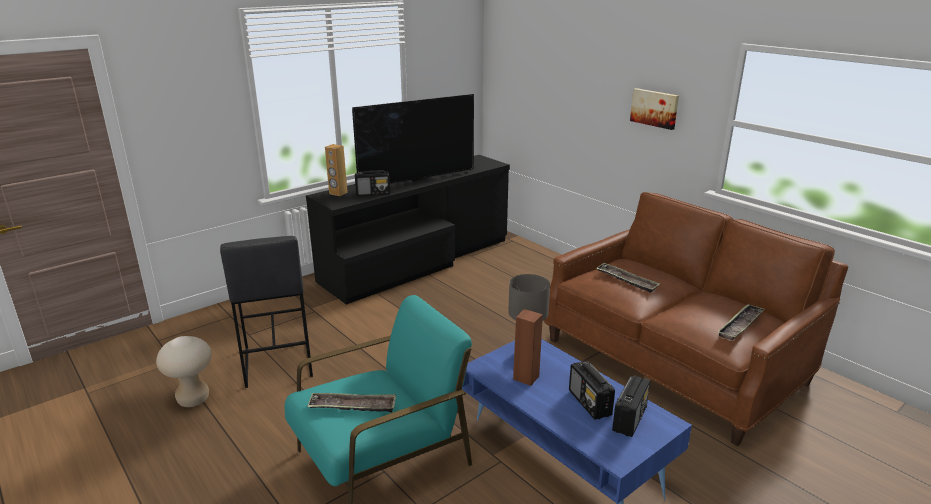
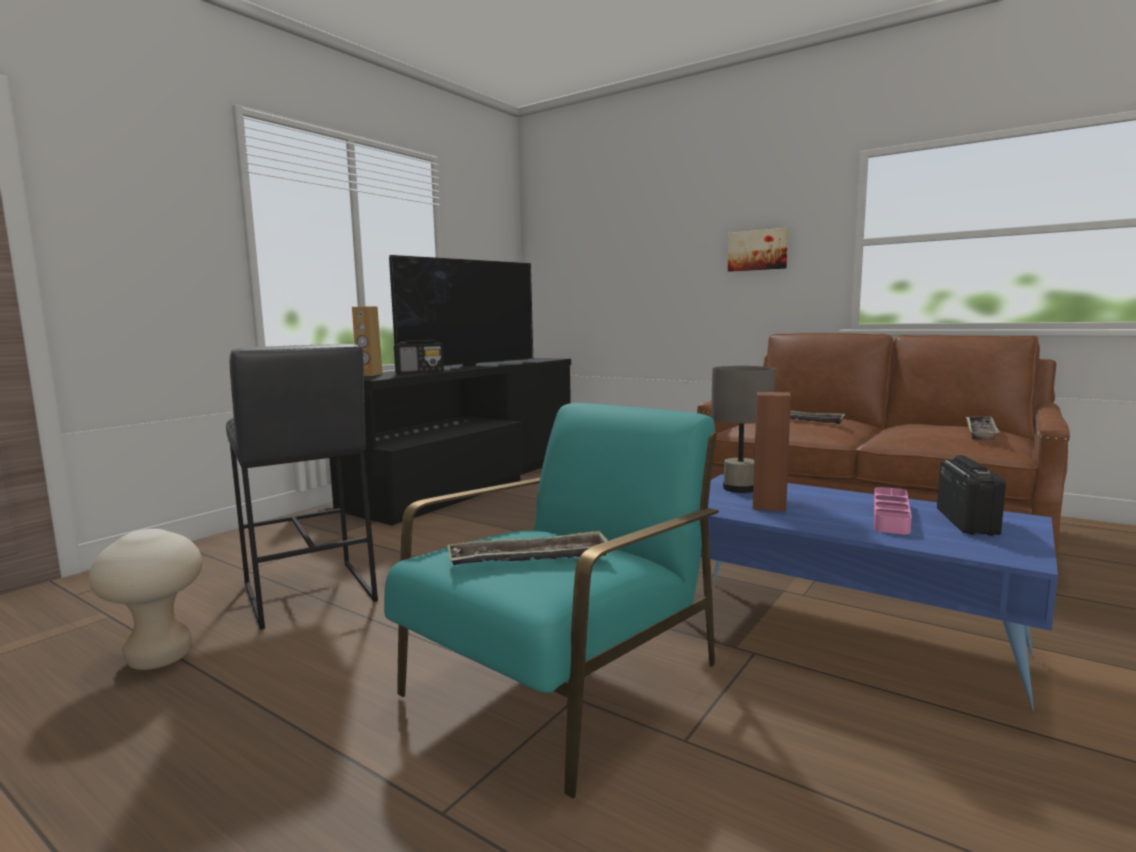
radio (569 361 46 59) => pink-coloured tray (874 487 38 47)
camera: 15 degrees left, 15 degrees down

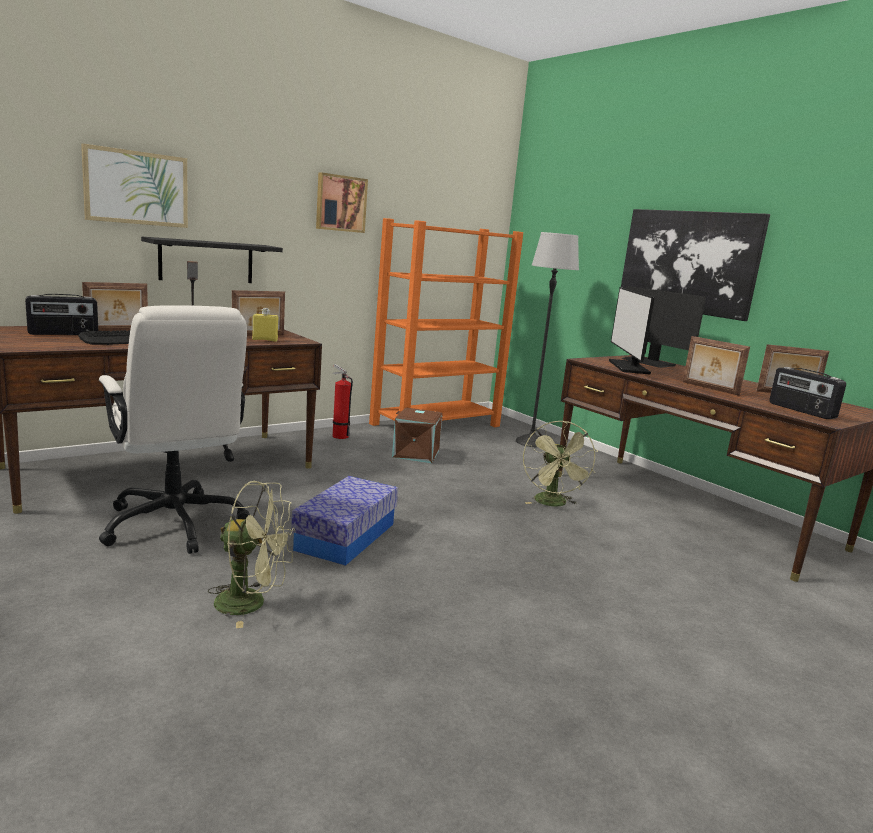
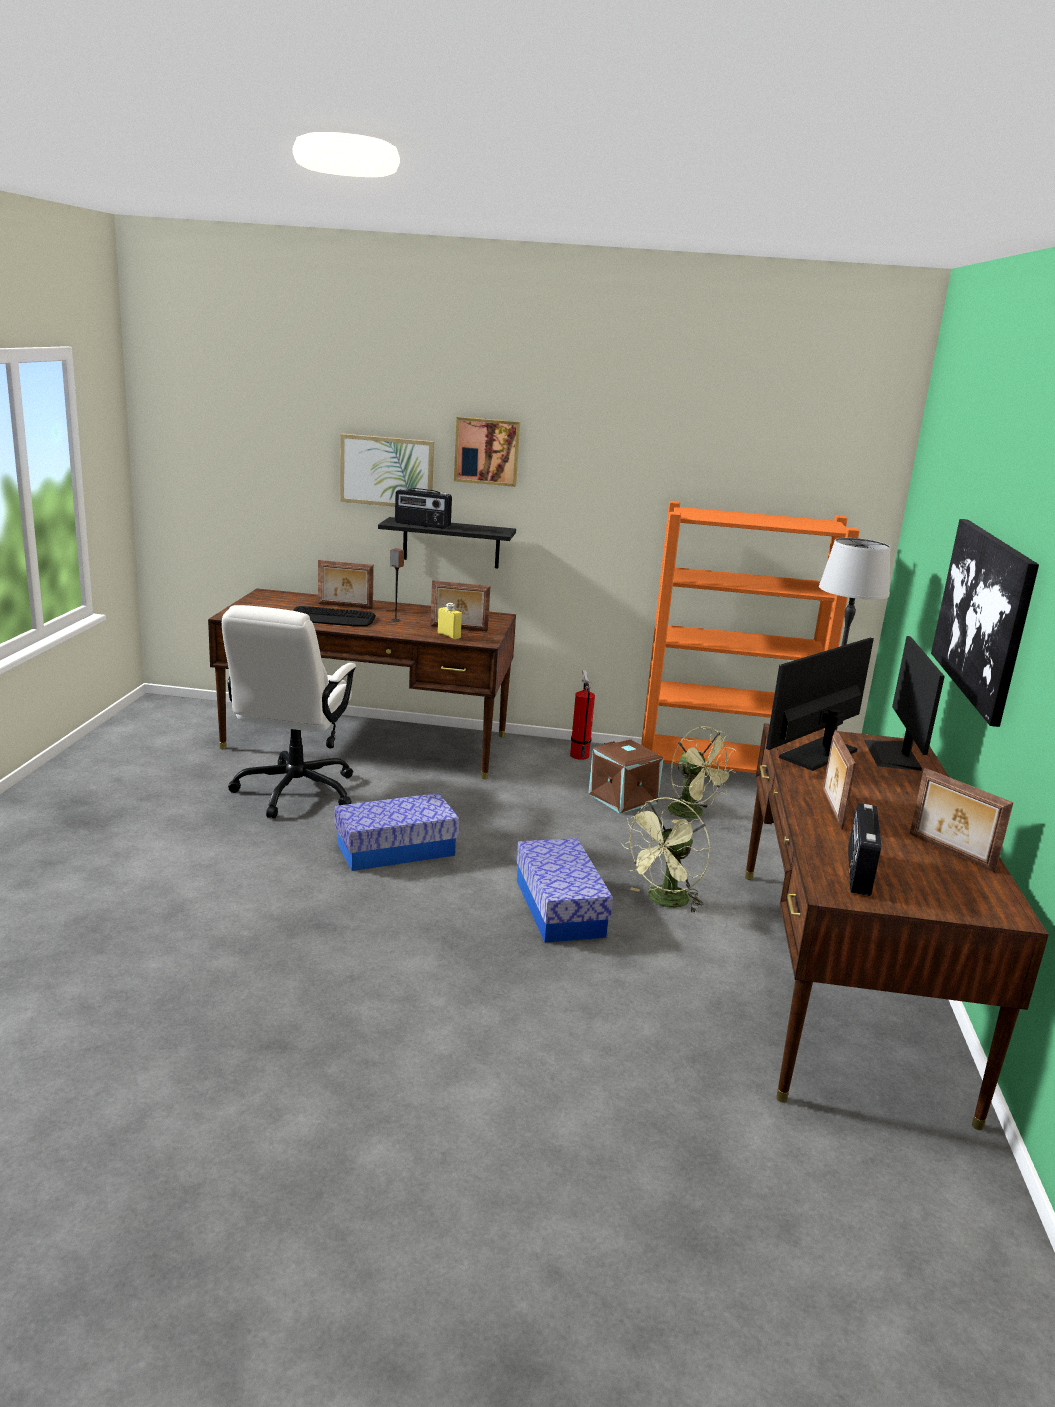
radio (25 294 73 41) => radio (395 488 57 41), move
green electric fan (208 481 87 147) => green electric fan (668 726 68 97), move
wall picture (316 172 52 61) => wall picture (454 417 66 70), move
nothing => storage box (516 838 97 105)
camera: 45 degrees right, 5 degrees up

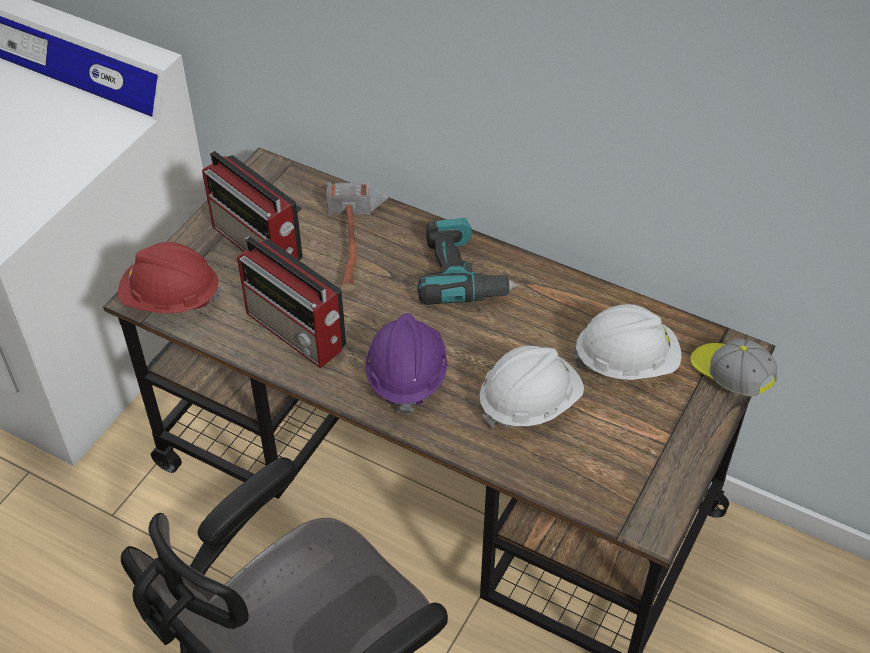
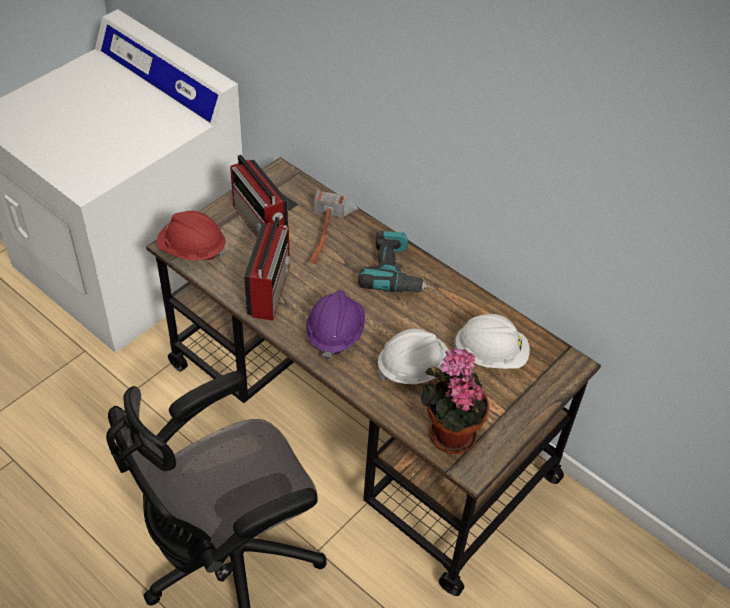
radio (237 236 109 132) => radio (244 216 46 105), 135 degrees counterclockwise
cap (691 339 86 58) => nothing
nothing => potted plant (421 347 69 107)
camera: 10 degrees right, 0 degrees up

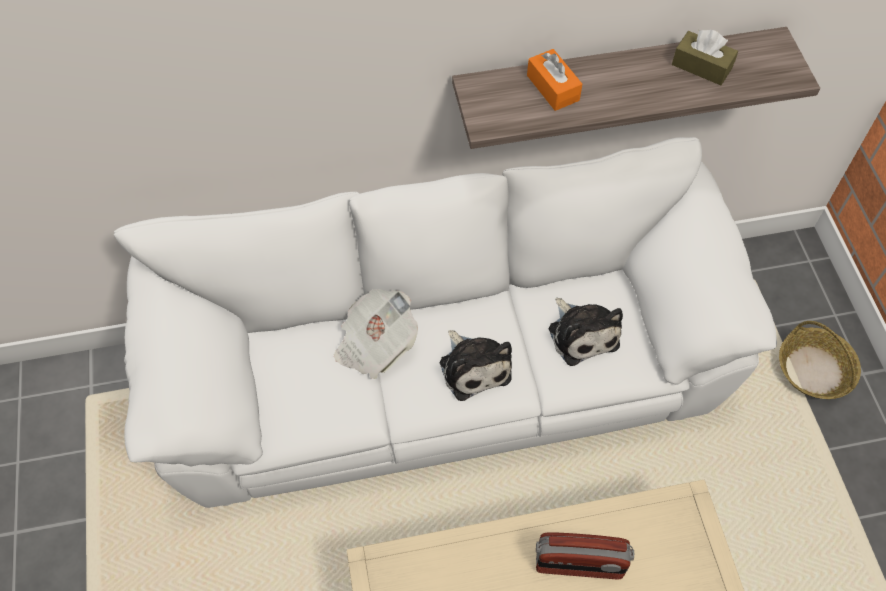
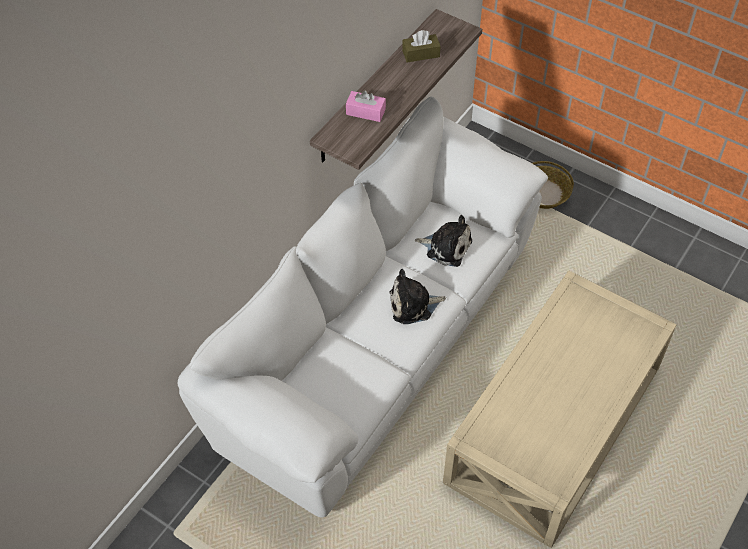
printed paper (334 289 84 90) => nothing
cuddly toy (440 330 72 71) => cuddly toy (390 269 56 55), 150 degrees clockwise
orange-coloured tissue holder (527 49 55 62) => pink-coloured tissue holder (346 91 40 31)
radio (536 532 98 48) => nothing
camera: 45 degrees left, 5 degrees down

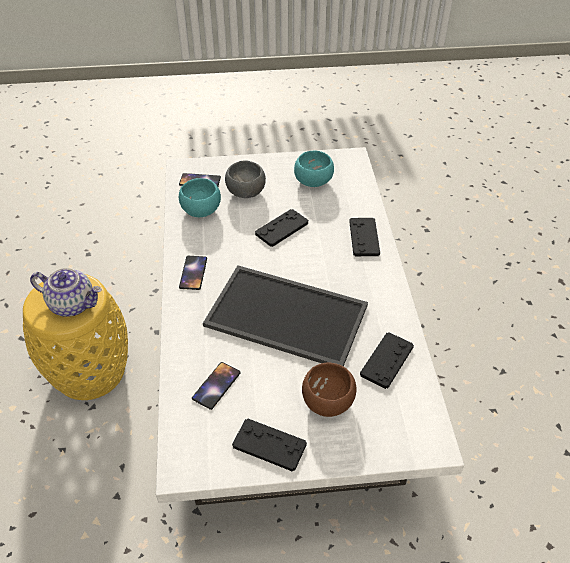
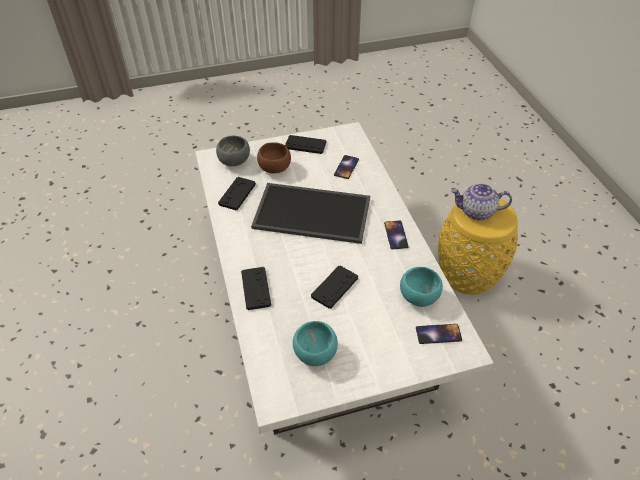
greyish deep dish (225 160 41 38) => greyish deep dish (216 136 34 30), move
camera: 170 degrees right, 0 degrees up

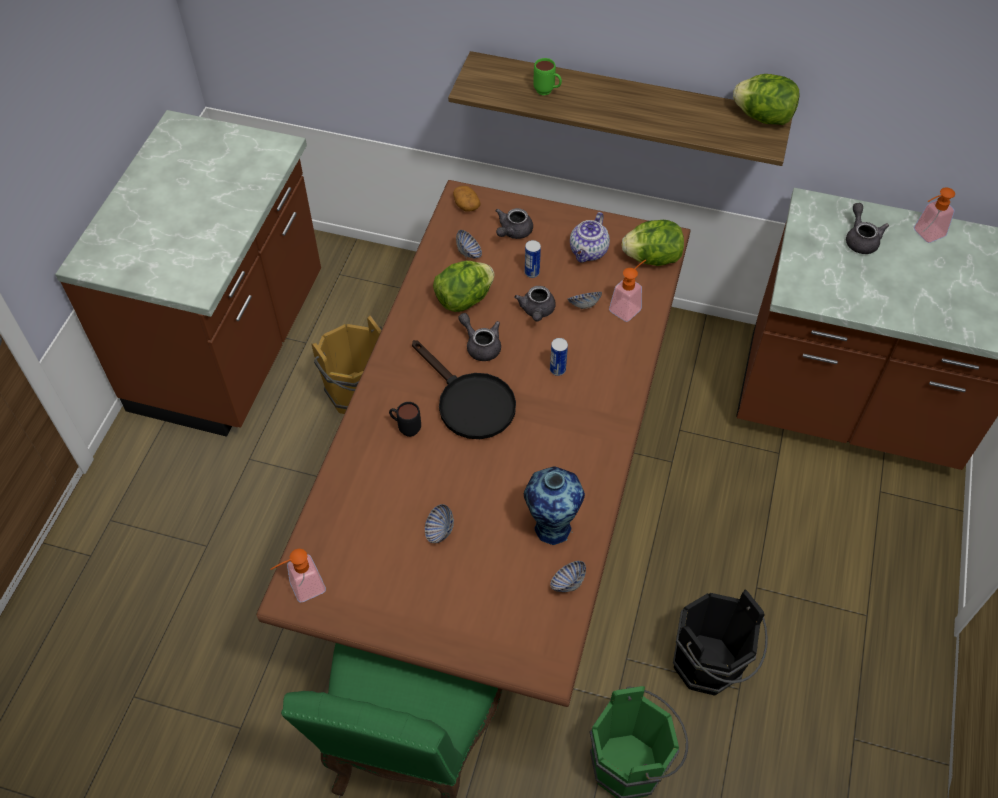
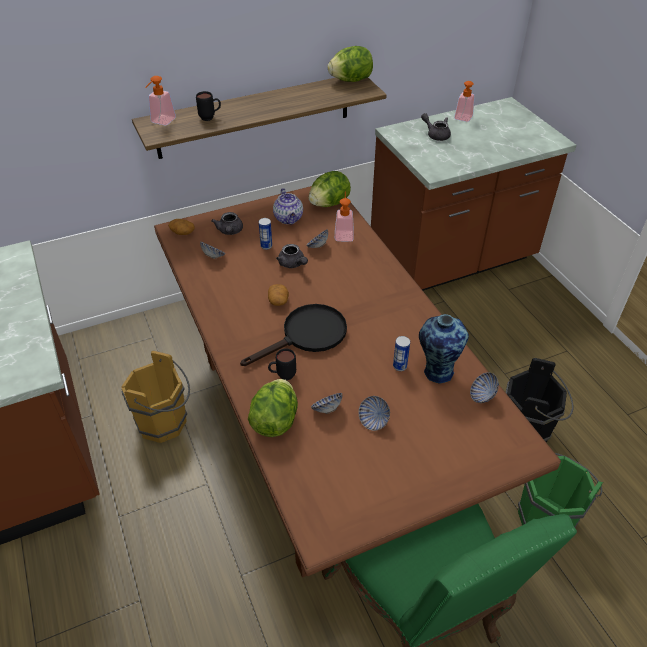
soap dispenser (270 549 56 54) => soap dispenser (145 76 31 49), move
black skillet (412 340 104 99) => black skillet (240 304 107 62), 45 degrees counterclockwise
lettuce head (433 261 62 51) => lettuce head (248 379 50 58), move
greyish teapot (458 313 43 48) => whole potato (268 284 21 22)
green mug (533 58 29 37) => black mug (196 91 25 30)
sealed can (550 338 18 38) => sealed can (393 336 17 35), move
nothing => deep dish (311 393 31 21)
camera: 40 degrees left, 10 degrees down

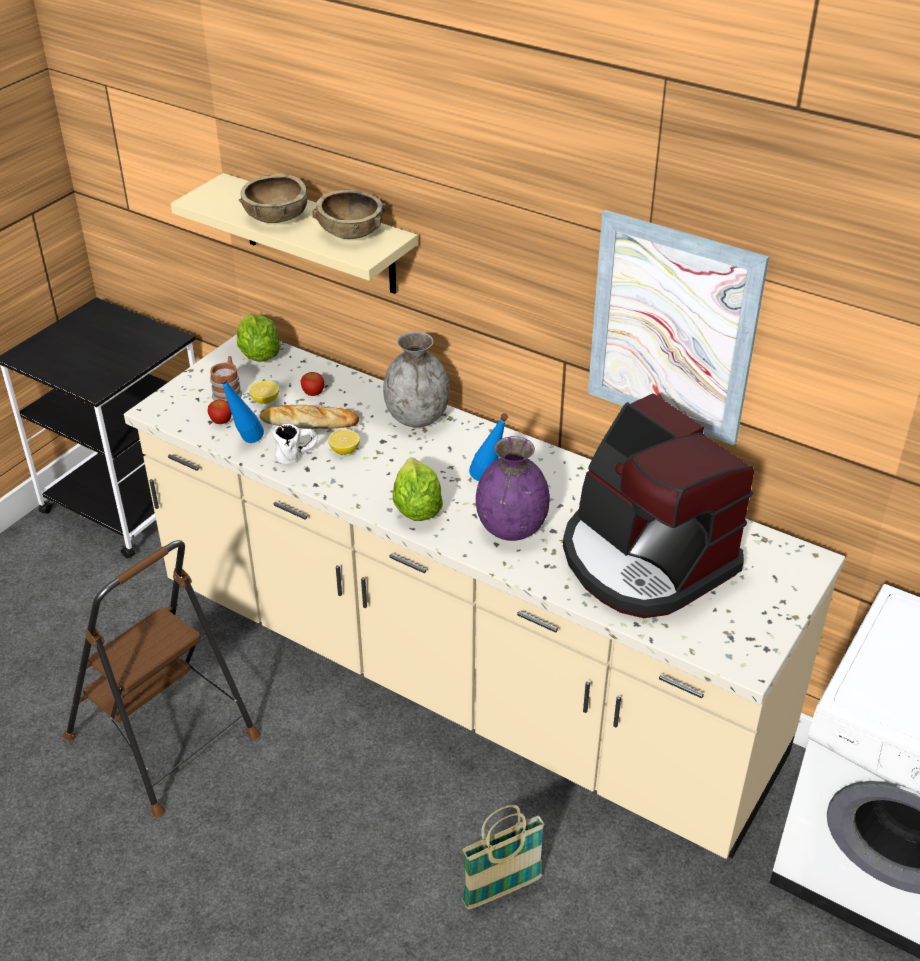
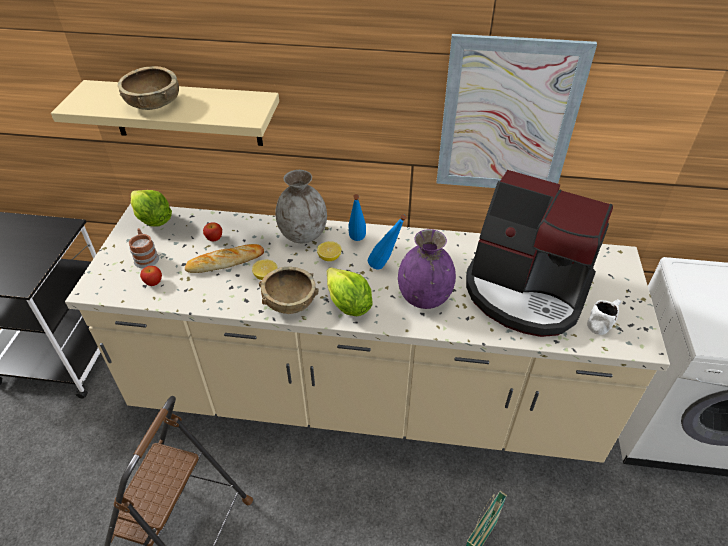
blue-coloured bottle (219 377 45 66) => blue-coloured bottle (348 194 18 47), move
citrus fruit (249 380 30 24) => citrus fruit (317 241 24 20), move
white mug (272 424 46 40) => white mug (587 299 34 36), move
brown-coloured deep dish (312 190 74 49) => brown-coloured deep dish (259 267 60 47), move
camera: 25 degrees left, 5 degrees up

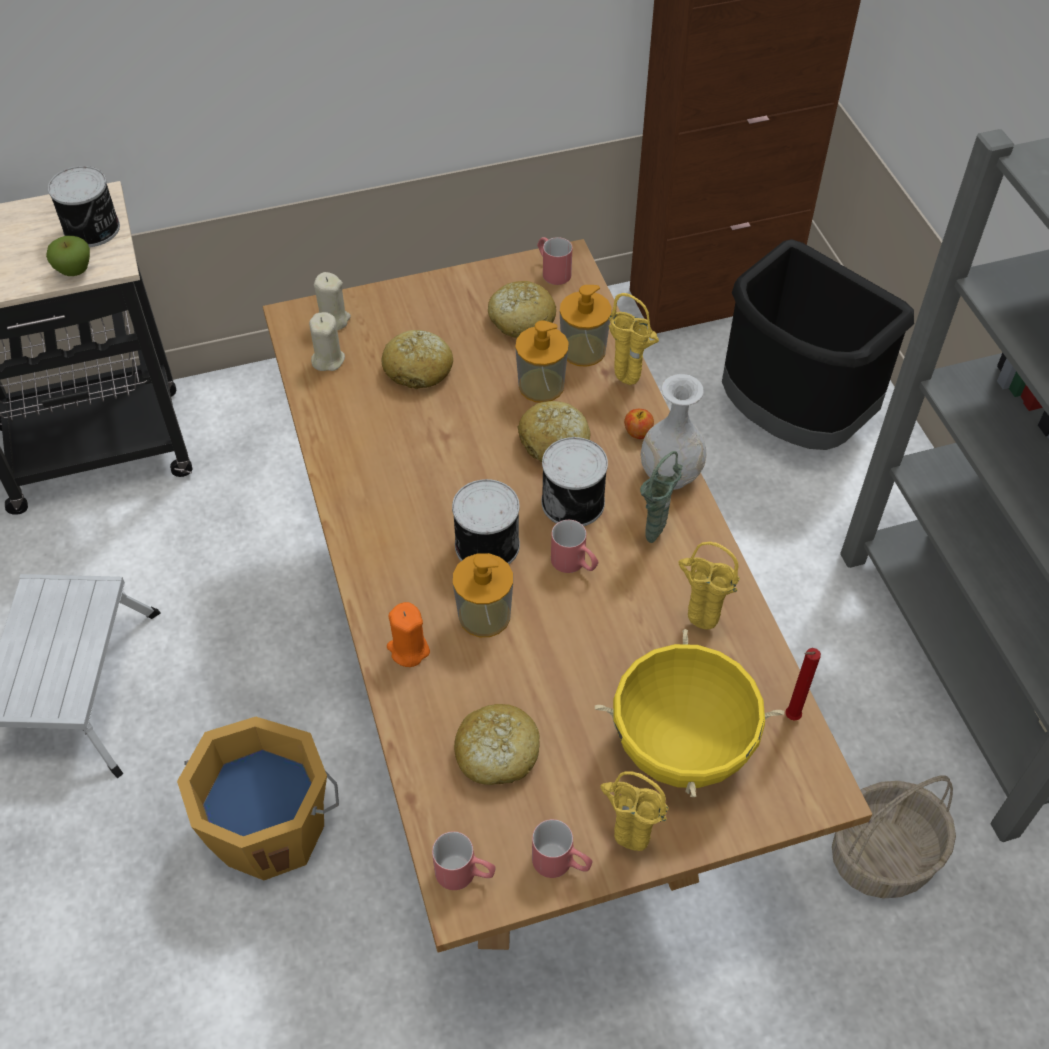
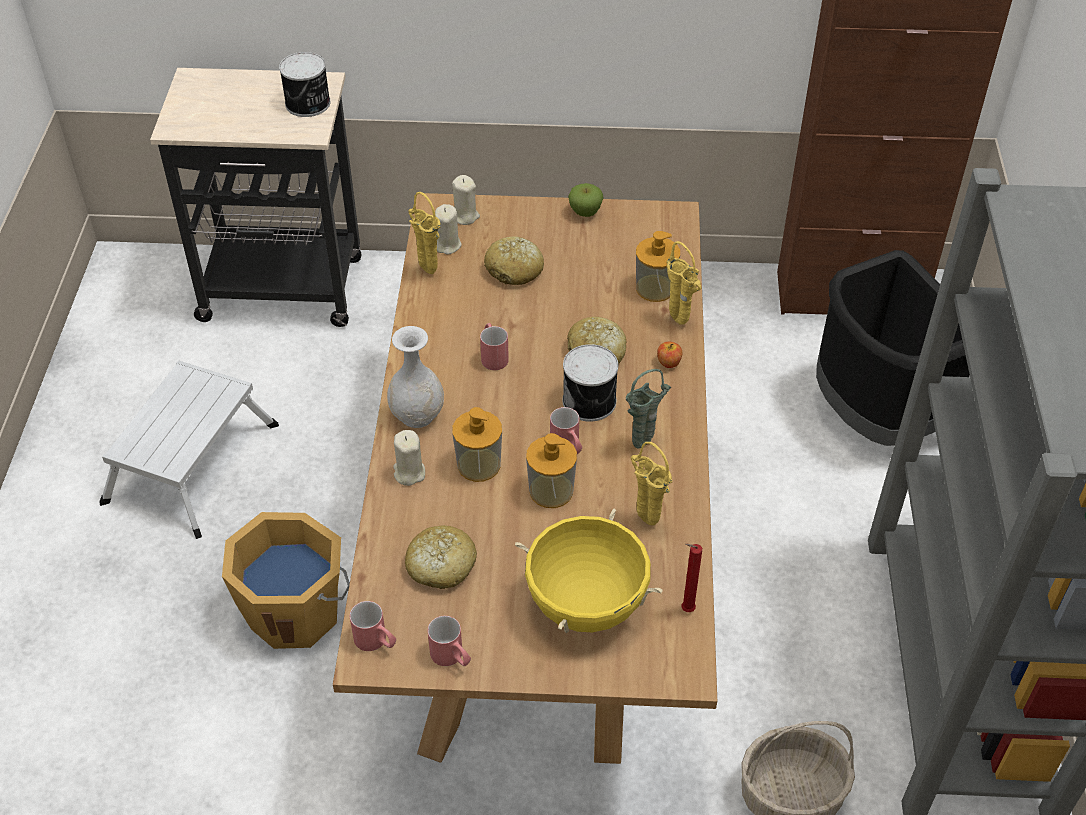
whole apple (46 236 44 40) => whole apple (568 183 35 34), move
orange-coloured candle (387 602 43 65) => beige-coloured candle (393 430 32 56)
sealed can (452 479 68 85) => nothing
baked bread (488 281 68 57) => nothing
soap dispenser (515 320 54 83) => soap dispenser (526 433 51 75), move
red mug (537 237 35 48) => red mug (480 323 29 47), move
yellow vase (601 772 68 79) => yellow vase (408 192 33 82), move
white vase (641 374 65 116) => white vase (387 326 57 102), move
camera: 20 degrees right, 5 degrees down

